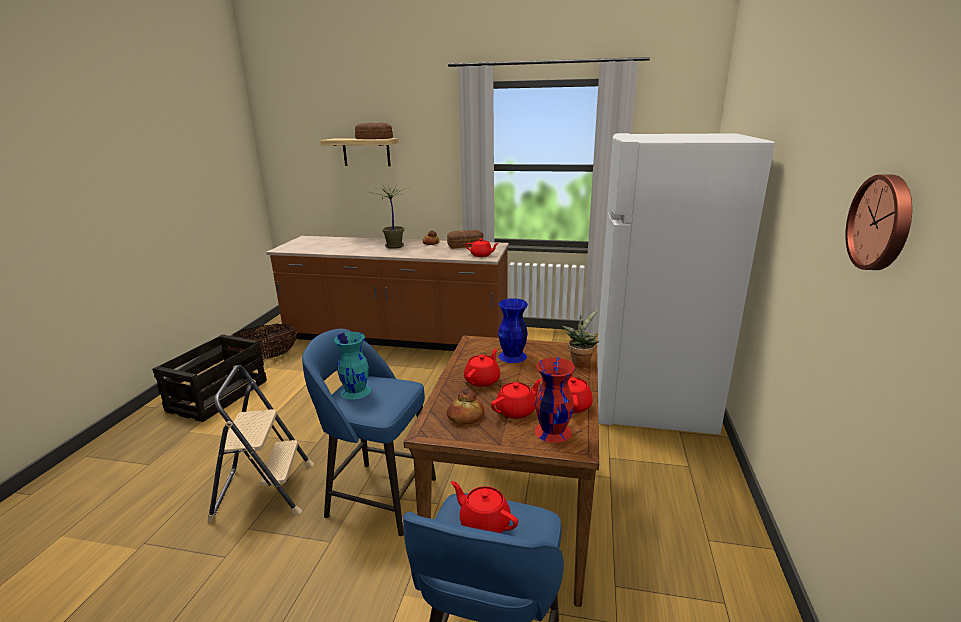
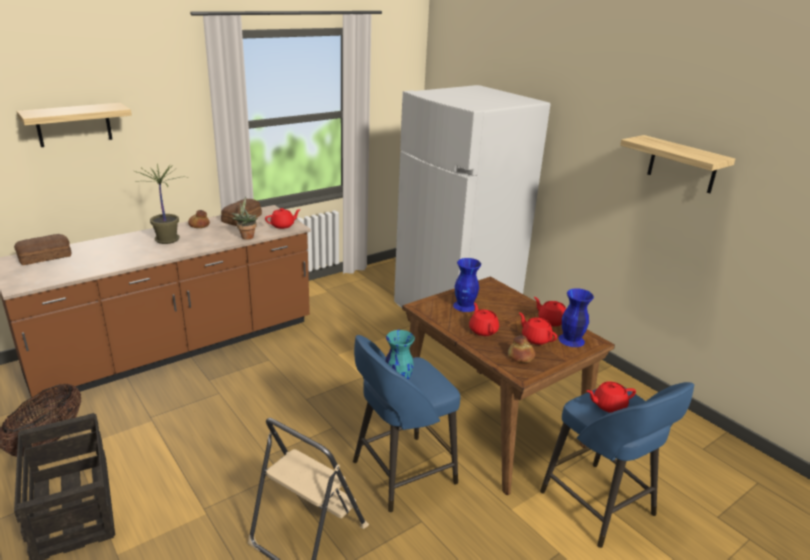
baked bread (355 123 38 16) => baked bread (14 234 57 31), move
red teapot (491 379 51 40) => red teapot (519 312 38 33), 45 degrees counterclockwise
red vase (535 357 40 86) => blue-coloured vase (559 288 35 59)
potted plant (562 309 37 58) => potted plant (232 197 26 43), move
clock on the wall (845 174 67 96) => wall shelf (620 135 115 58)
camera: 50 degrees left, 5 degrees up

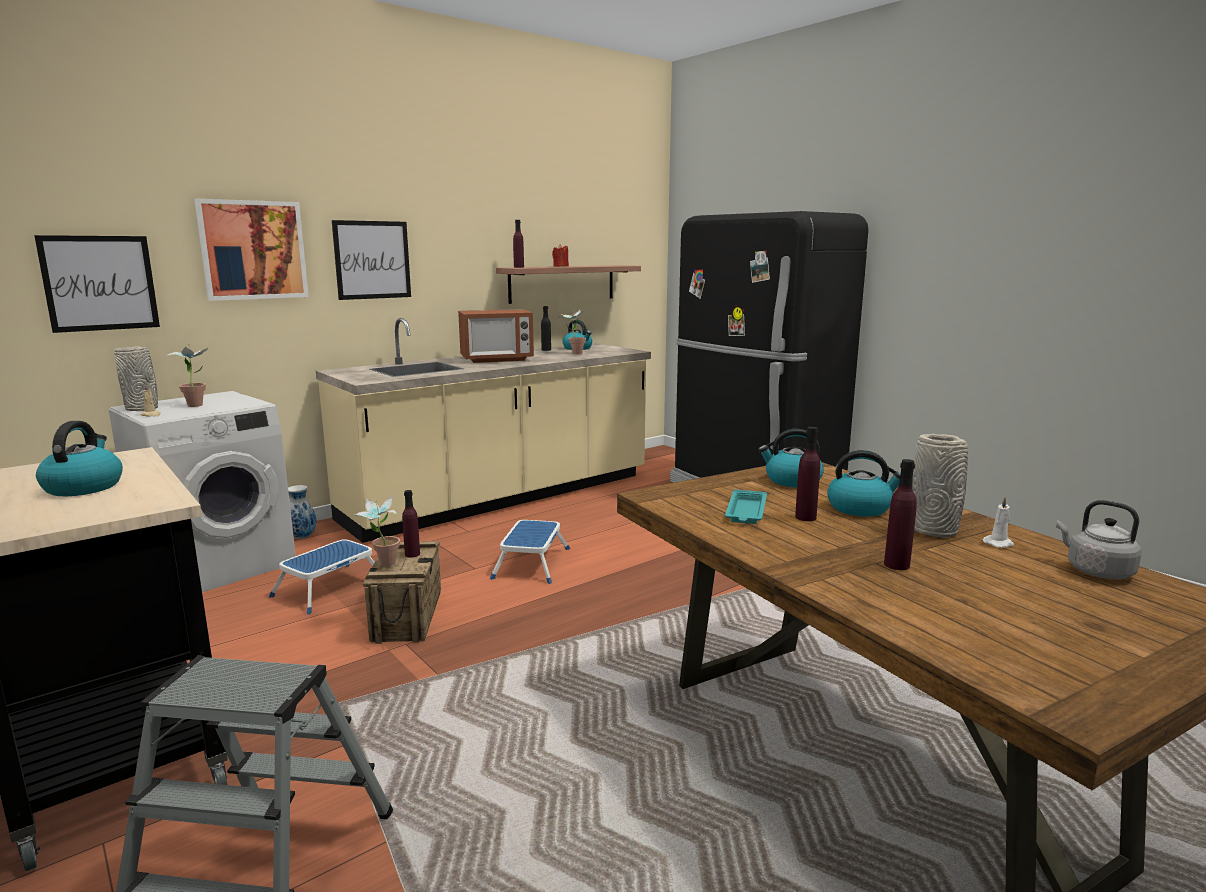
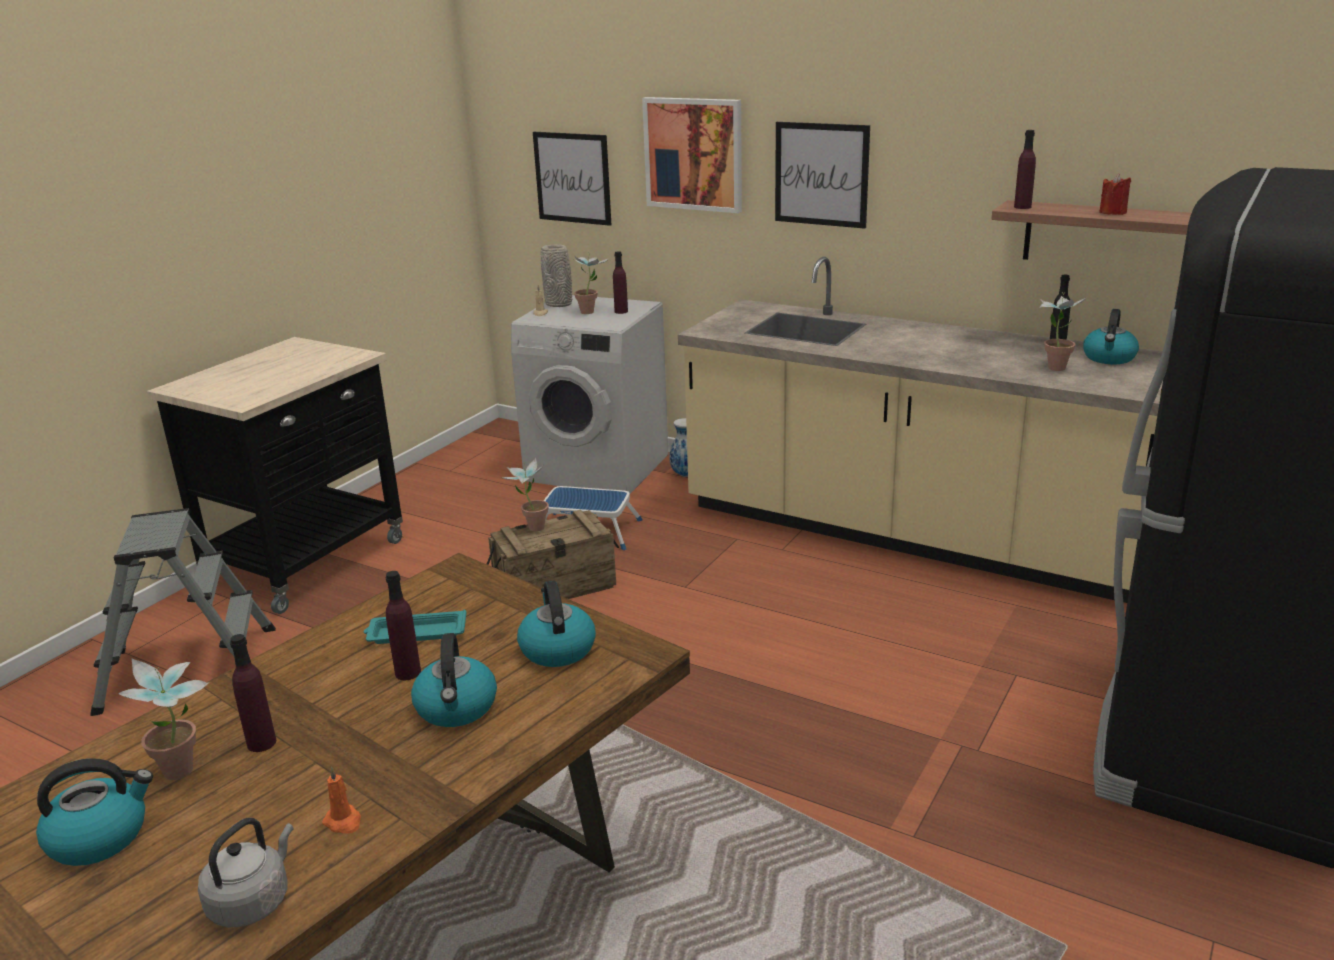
water kettle (36 421 87 75) => water kettle (36 758 117 108), move
purple bottle (402 490 18 68) => purple bottle (613 251 15 63), move
kitchen microwave (458 309 76 54) => nothing
blue-coloured step ladder (490 520 80 64) => nothing
greyish vase (912 434 56 103) => nothing
white candle (983 496 31 52) => orange-coloured candle (322 767 39 66)
nothing => potted plant (118 658 91 122)
camera: 70 degrees right, 10 degrees up

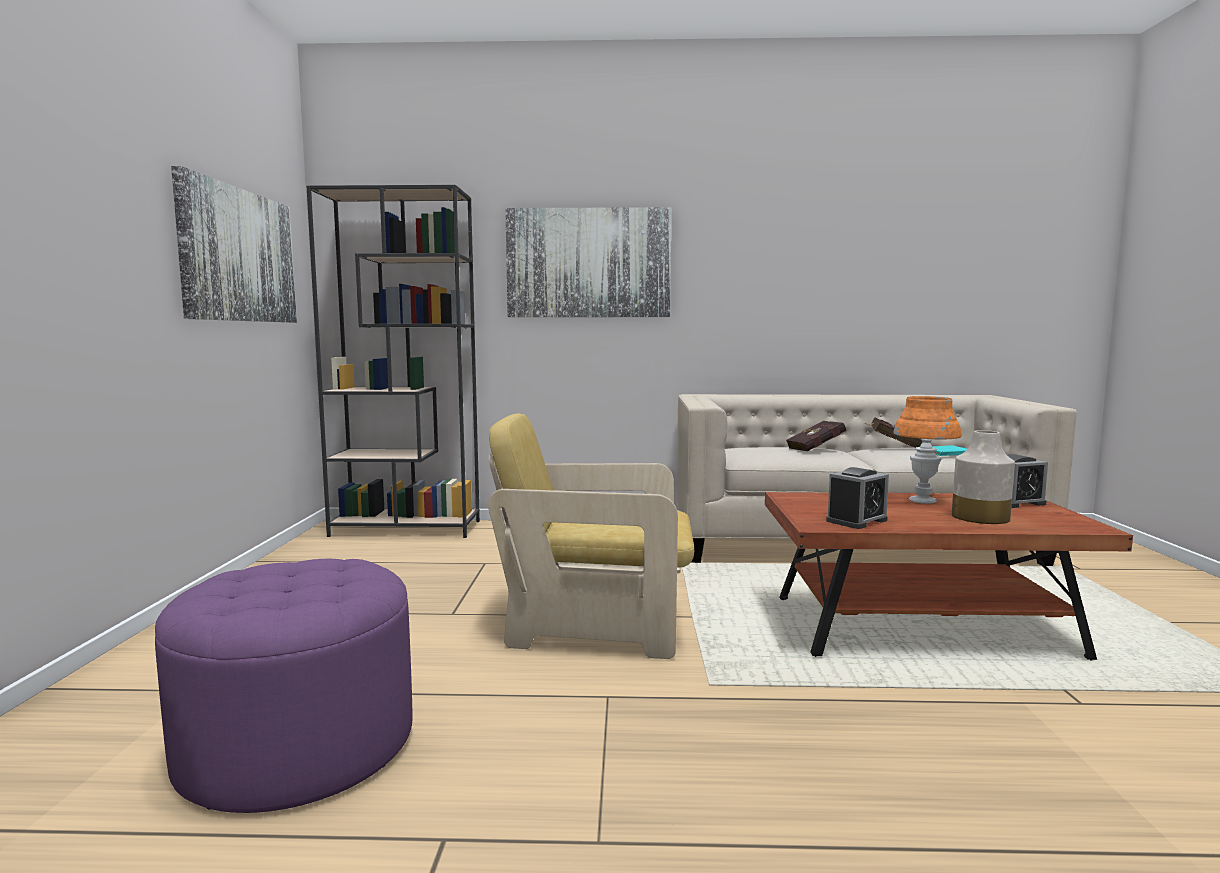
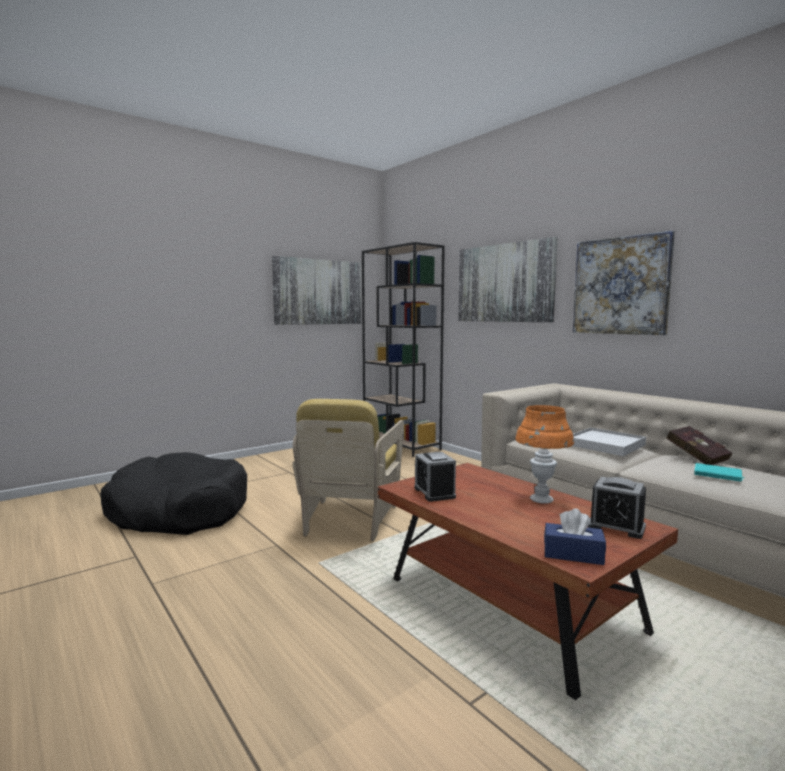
purple ottoman (155 559 257 254) => black dog bed (100 452 147 83)
yellow armchair (488 414 206 245) => yellow armchair (292 399 112 142), 135 degrees counterclockwise
red bound book (786 421 61 30) => white tray (573 428 73 28)
alarm clock (826 467 63 62) => alarm clock (414 452 42 50), 60 degrees clockwise
beige-coloured vase (952 430 63 94) => nothing
nothing => blue-coloured tissue holder (544 508 62 57)
nothing => wall picture (573 231 102 104)
camera: 50 degrees right, 0 degrees up

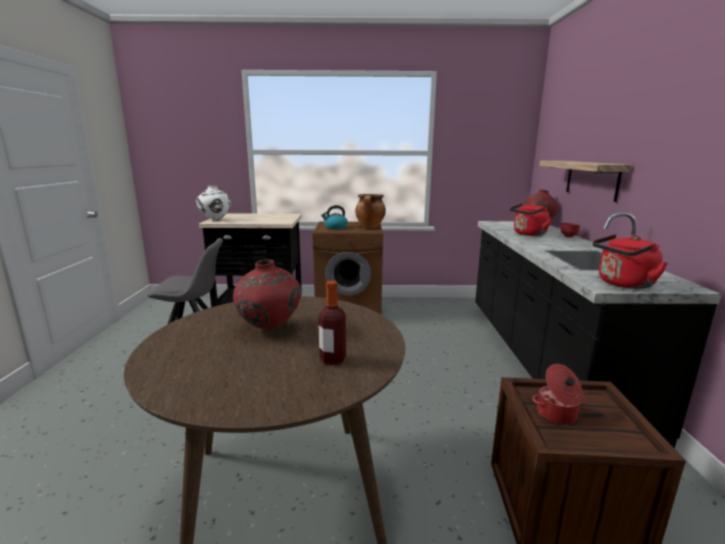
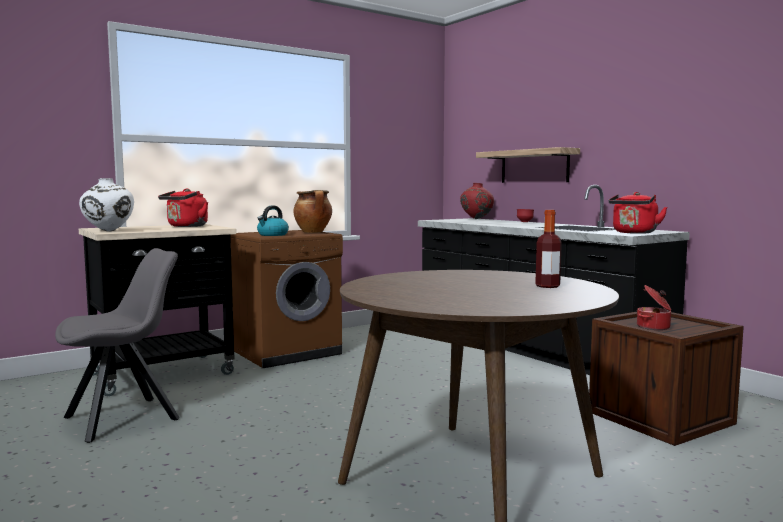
red vase (233 259 68 71) => nothing
red water kettle (509 203 43 33) => red water kettle (158 188 50 39), move
camera: 35 degrees left, 10 degrees down

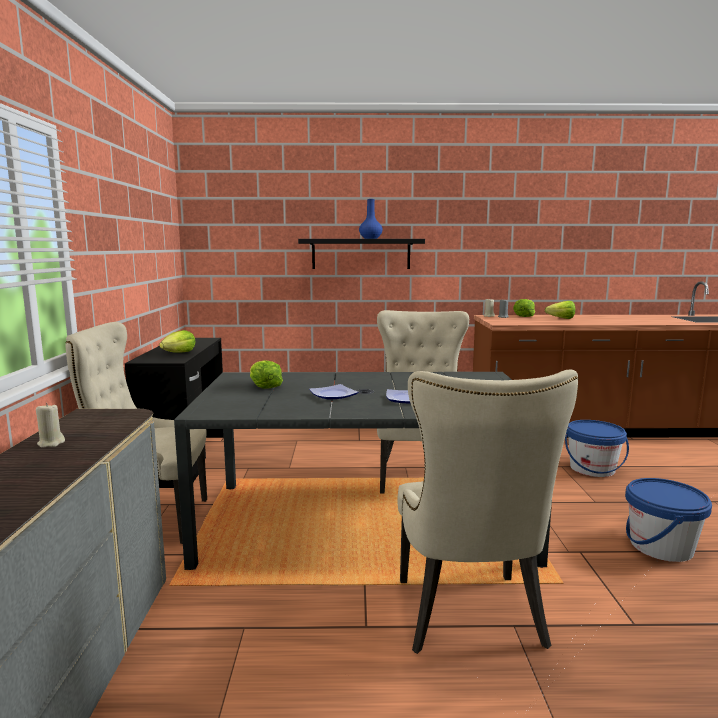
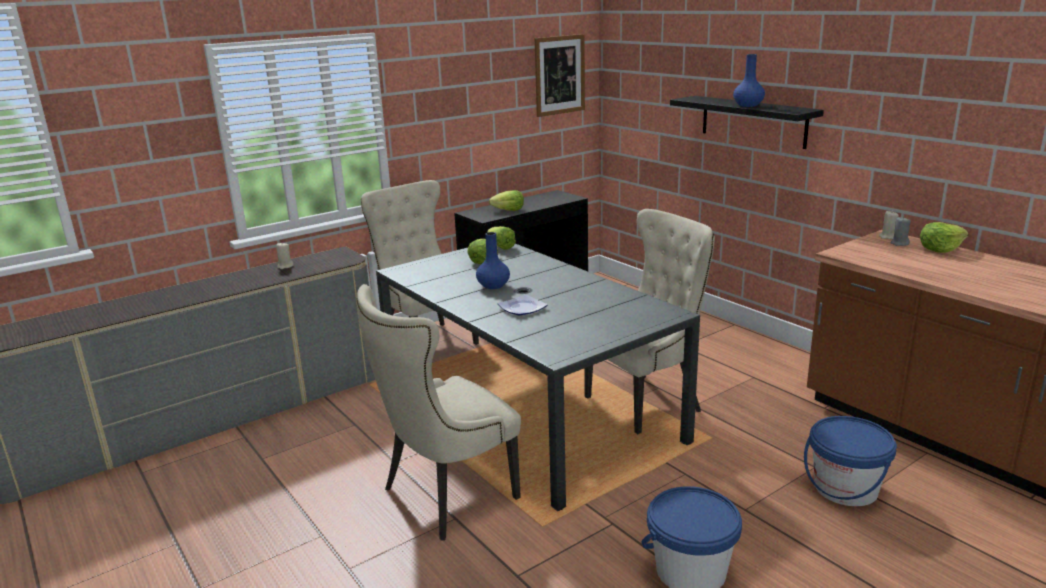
flat dish (309 384 50 15) => blue-coloured vase (476 232 34 57)
lettuce head (545 301 30 18) => lettuce head (487 226 29 24), move
nothing => wall picture (535 34 50 83)
camera: 55 degrees right, 10 degrees up

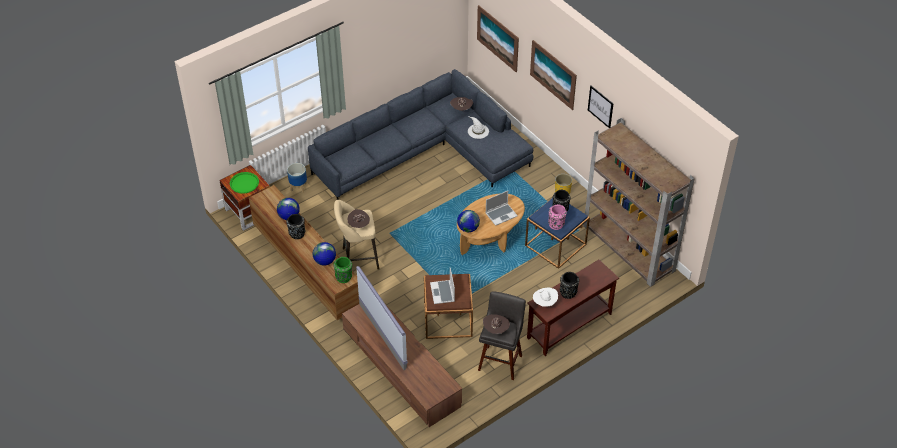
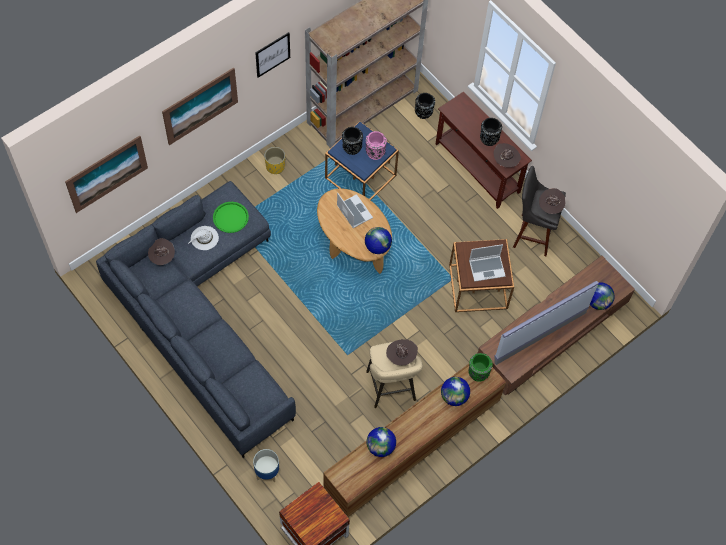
green tray (230 172 29 22) => green tray (213 202 36 31), move
black vase (286 214 19 25) => black vase (415 93 20 26), move
white clothing hat (533 287 25 20) => brown-coloured clothing hat (493 143 28 24)
nothing => world globe (590 283 25 27)
camera: 95 degrees left, 15 degrees up

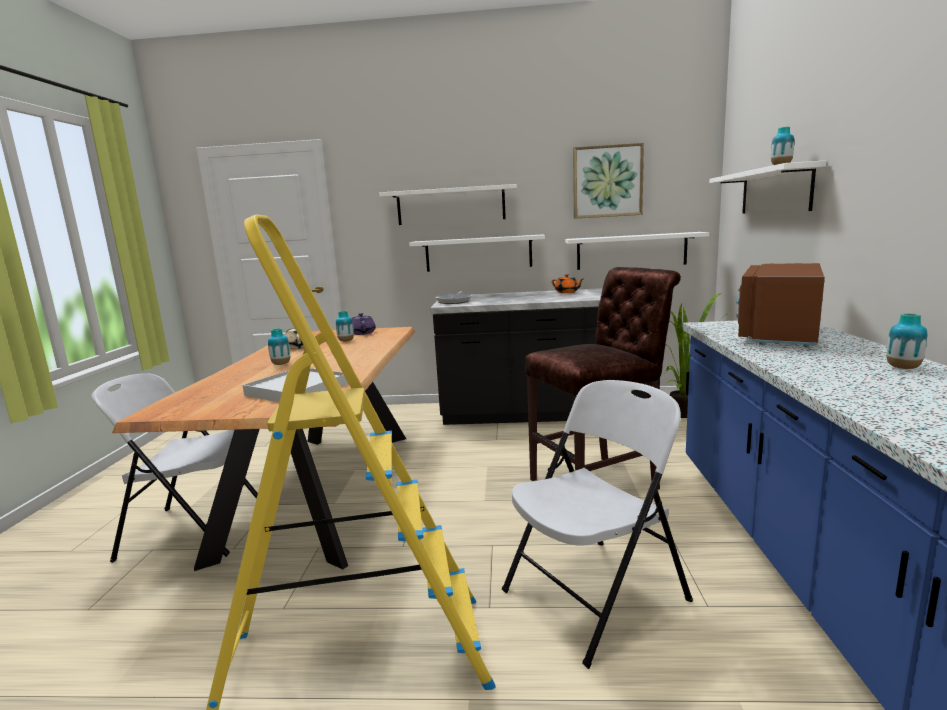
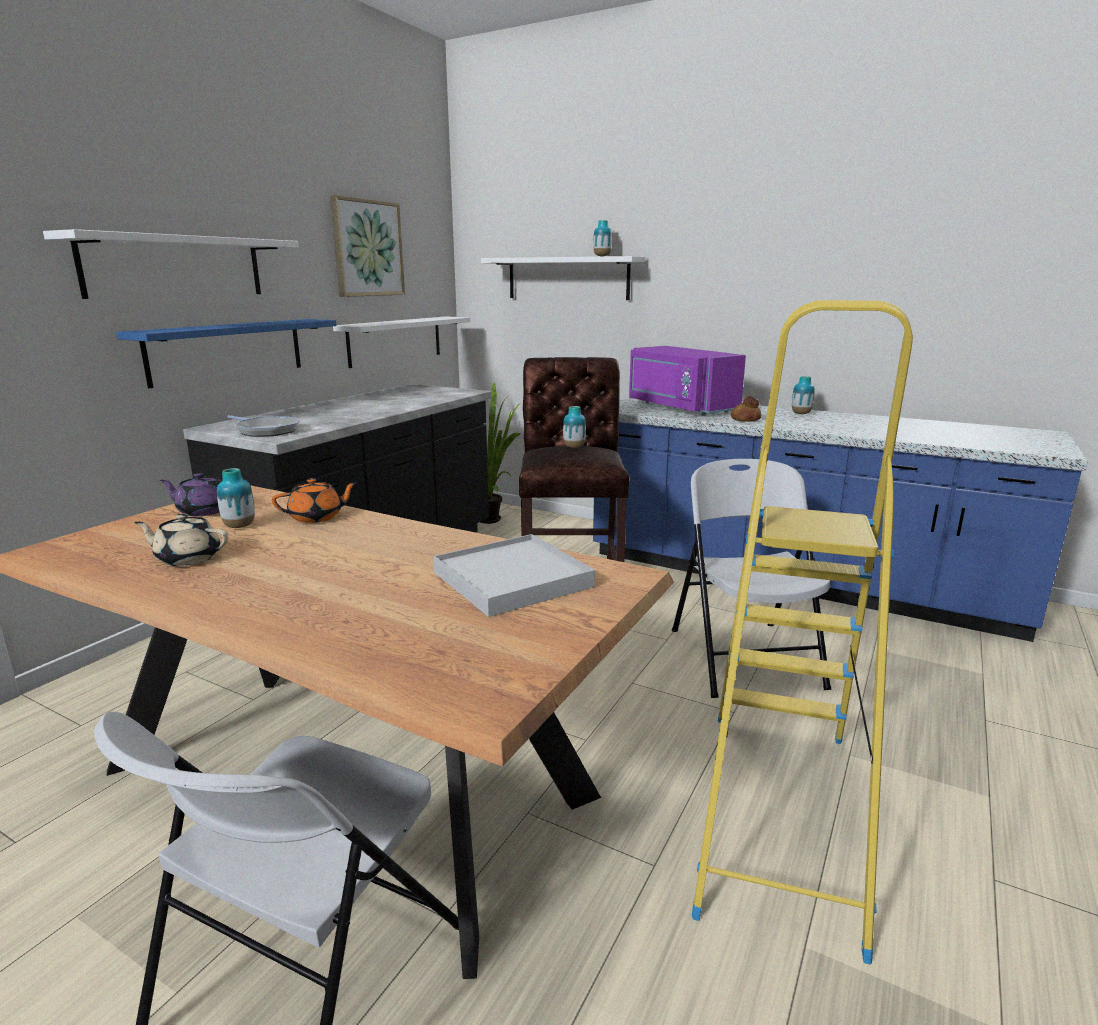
vase (268 328 22 37) => vase (563 406 23 42), move
white wall shelf (409 234 136 38) => blue-coloured wall shelf (116 319 220 69)
orange-coloured teapot (552 274 31 19) => orange-coloured teapot (272 478 86 45), move
brown-coloured kitchen microwave (736 263 89 84) => purple kitchen microwave (629 346 117 70)
nothing => baked bread (731 396 30 26)
camera: 65 degrees left, 5 degrees up

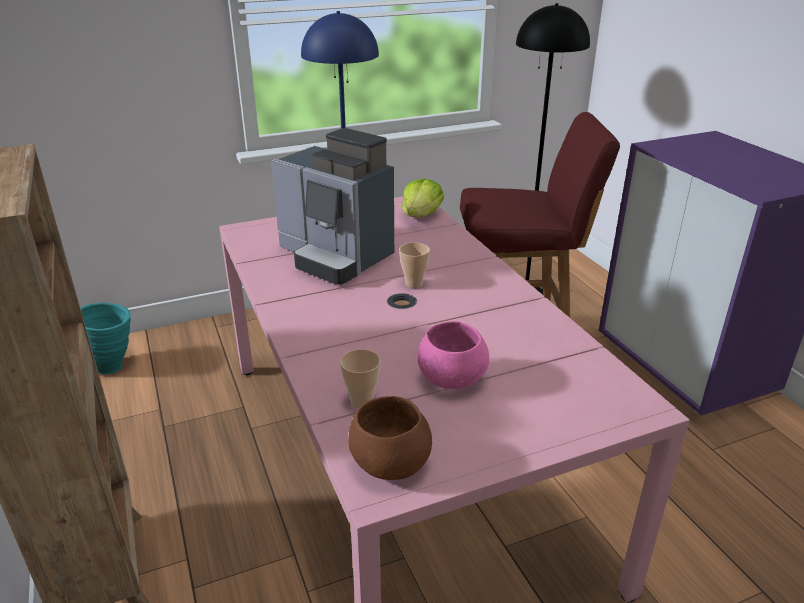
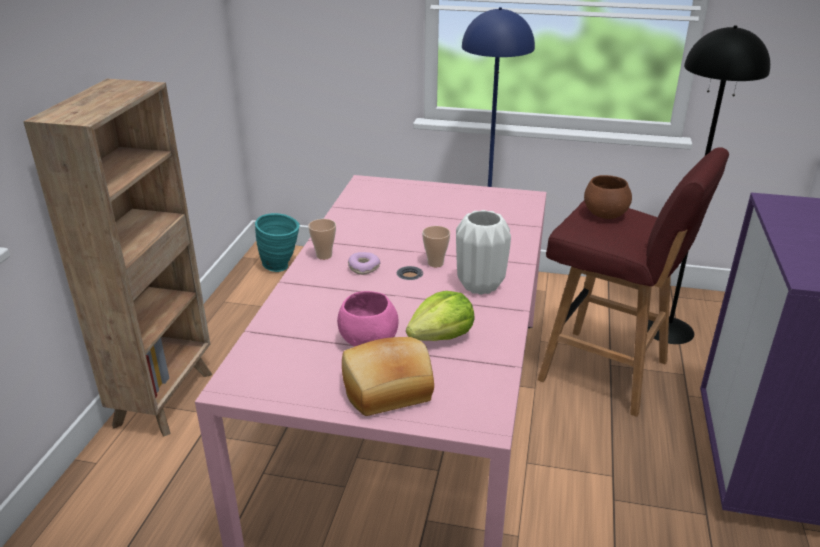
coffee machine (271 128 123 157) => nothing
cup (340 349 41 59) => cup (308 219 28 41), move
brown-coloured deep dish (348 396 84 84) => brown-coloured deep dish (584 175 48 44), move
lettuce head (402 178 42 39) => lettuce head (406 291 69 50), move
nothing => baked bread (342 337 92 79)
nothing => doughnut (348 252 32 23)
nothing => white vase (456 210 55 85)
camera: 35 degrees right, 0 degrees up

